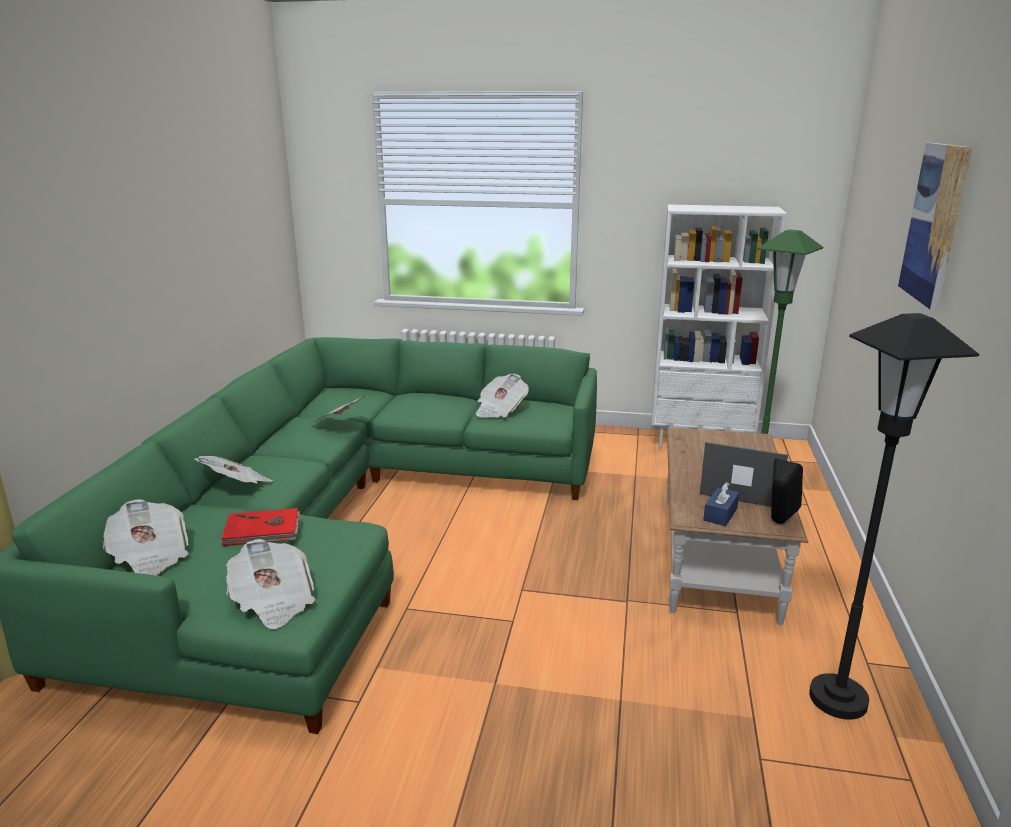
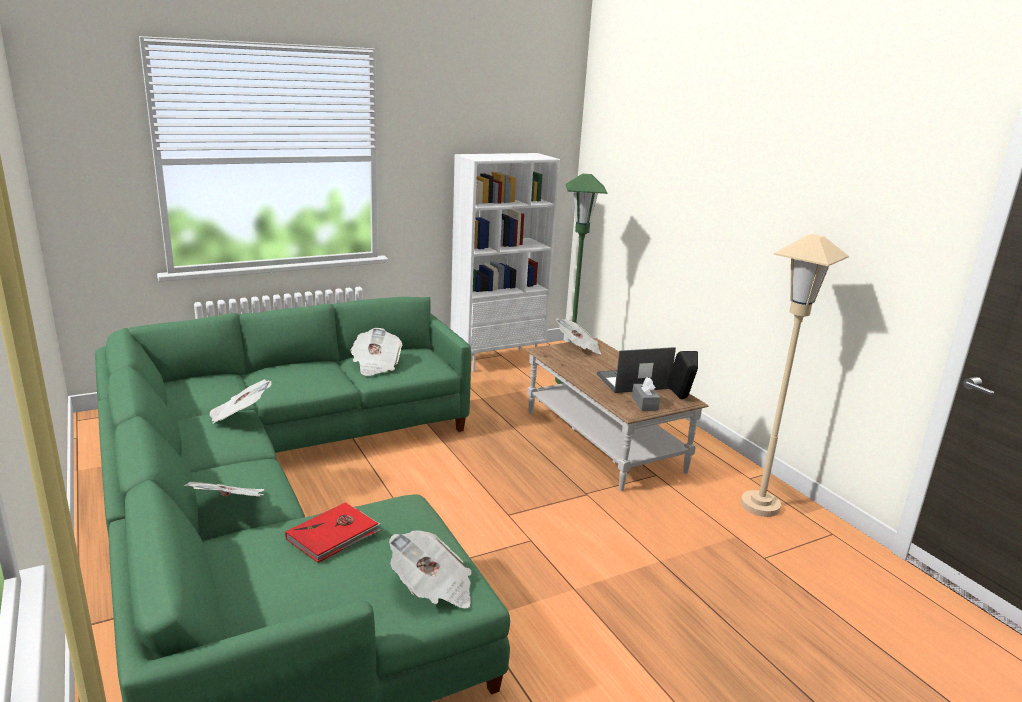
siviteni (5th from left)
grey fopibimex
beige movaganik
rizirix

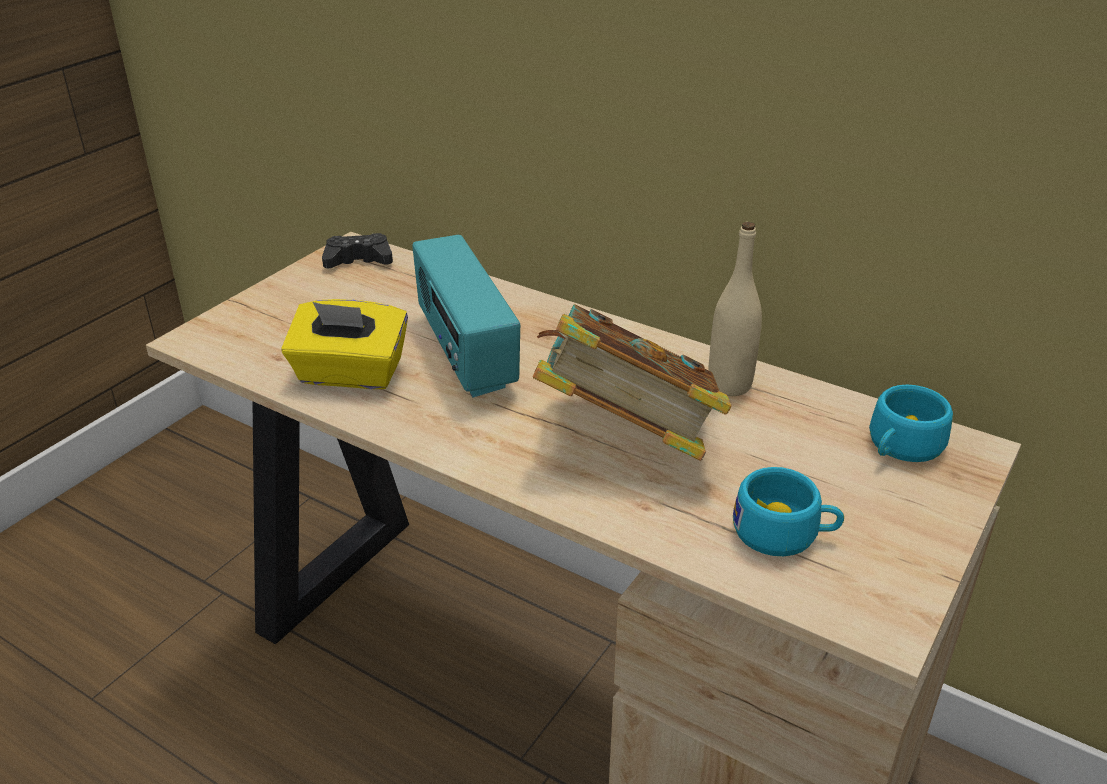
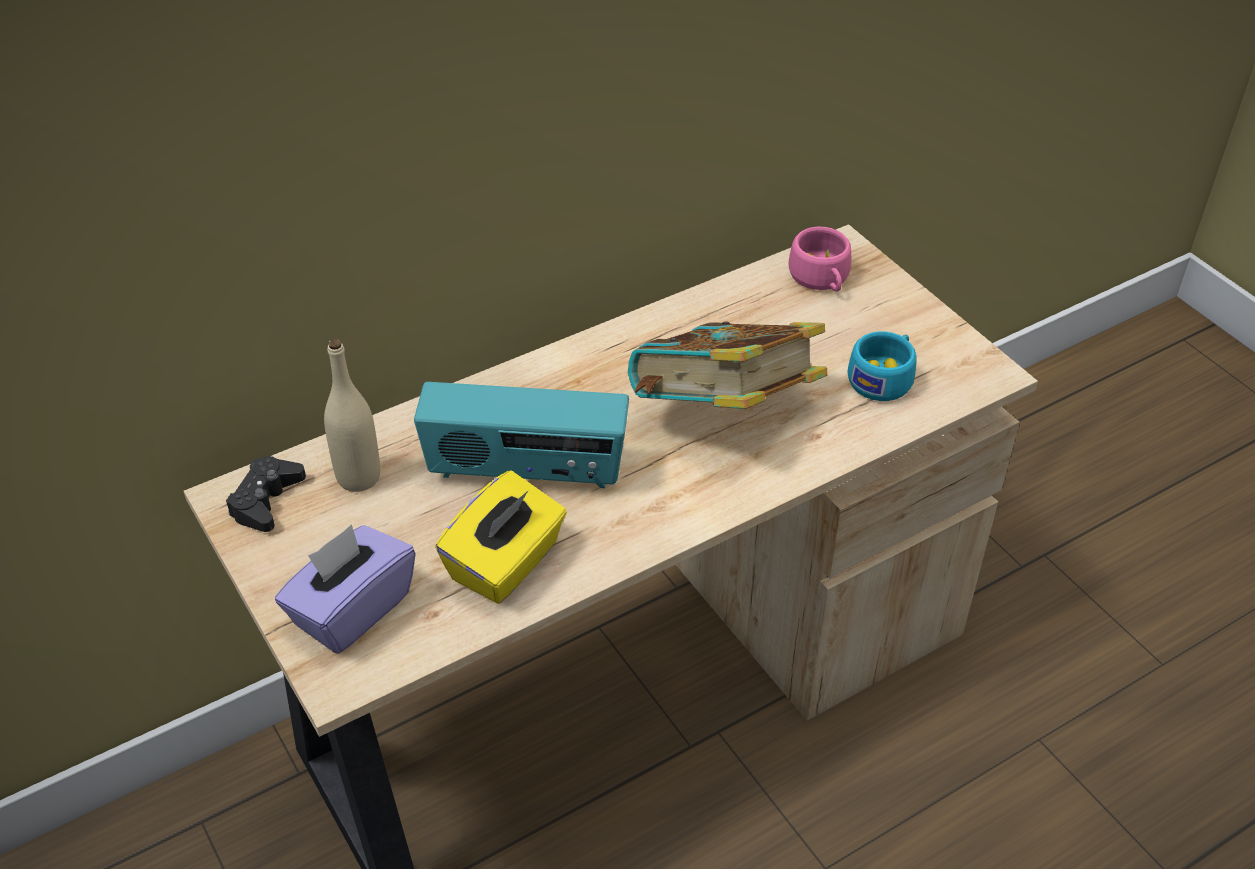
purple fopibimex
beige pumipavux
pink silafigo

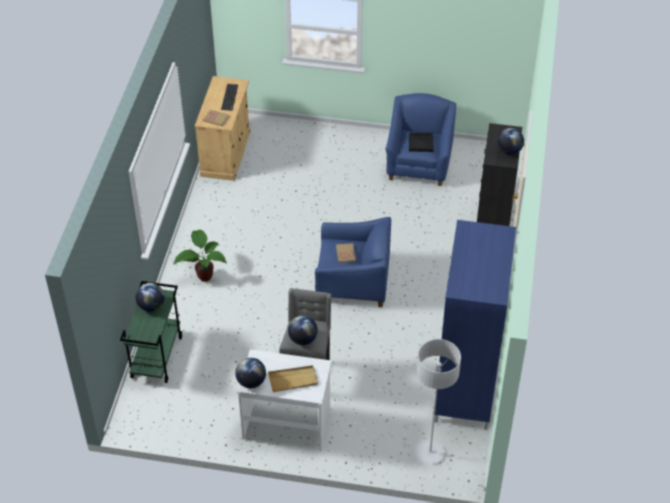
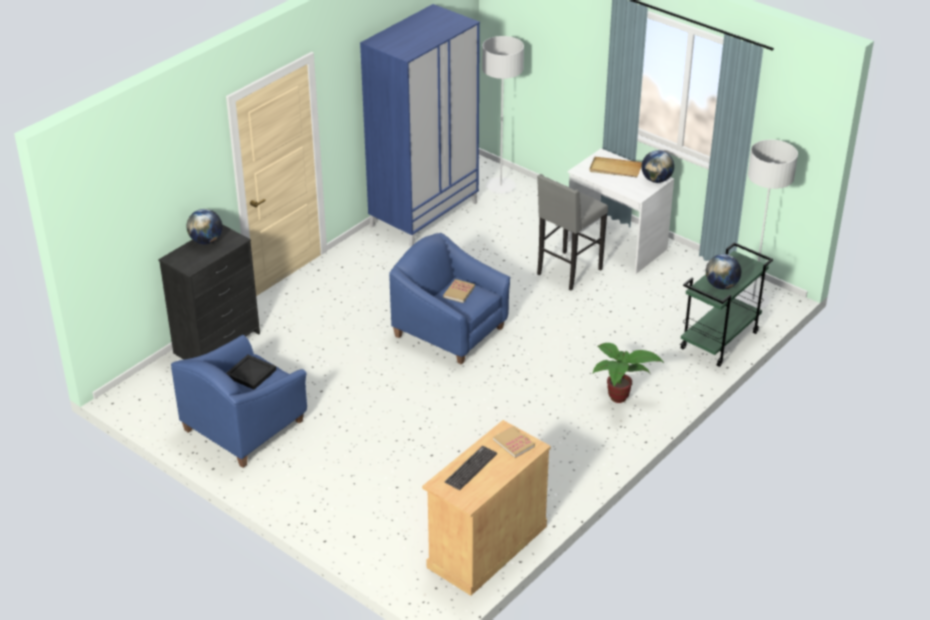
grey movaganik (2nd from left)
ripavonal (3rd from left in the first image)

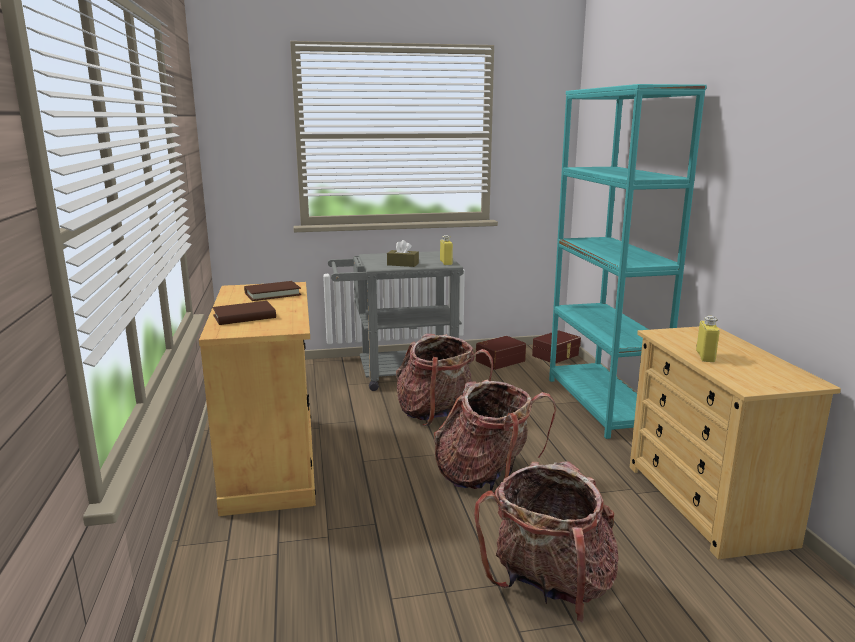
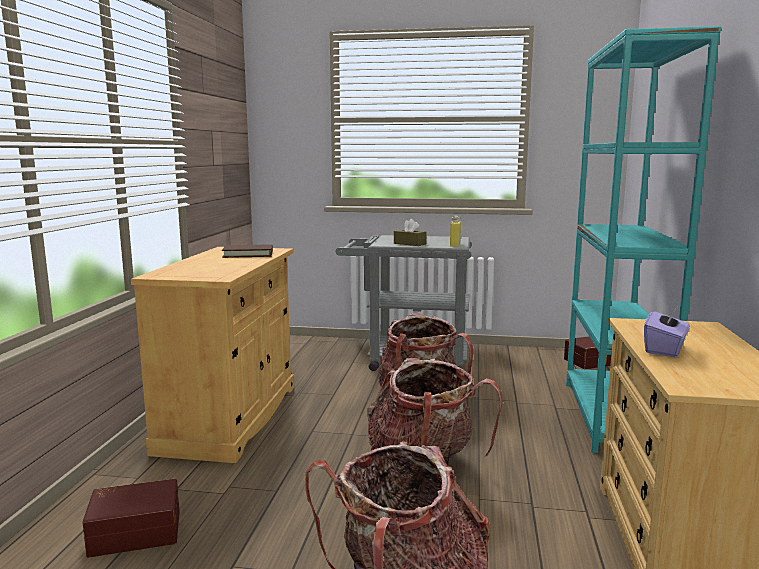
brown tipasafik (1st from left)
purple fopibimex
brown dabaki (1st from left in the first image)

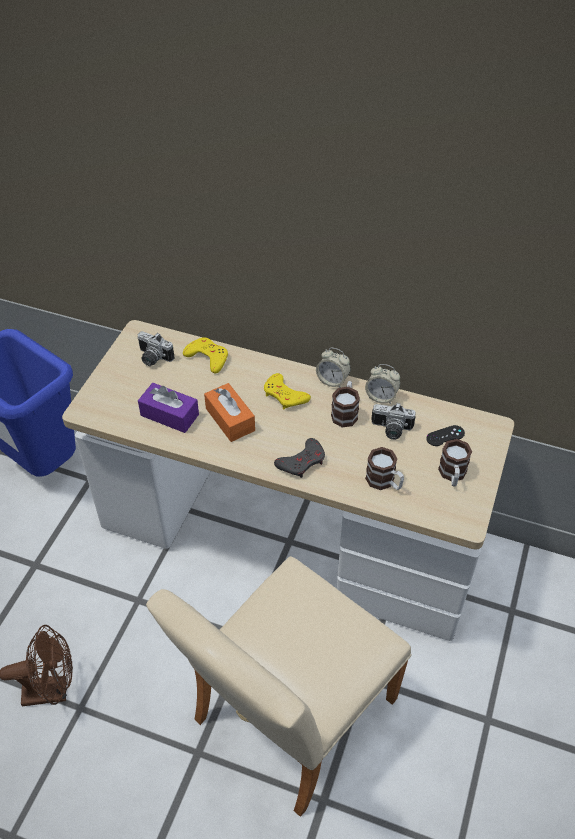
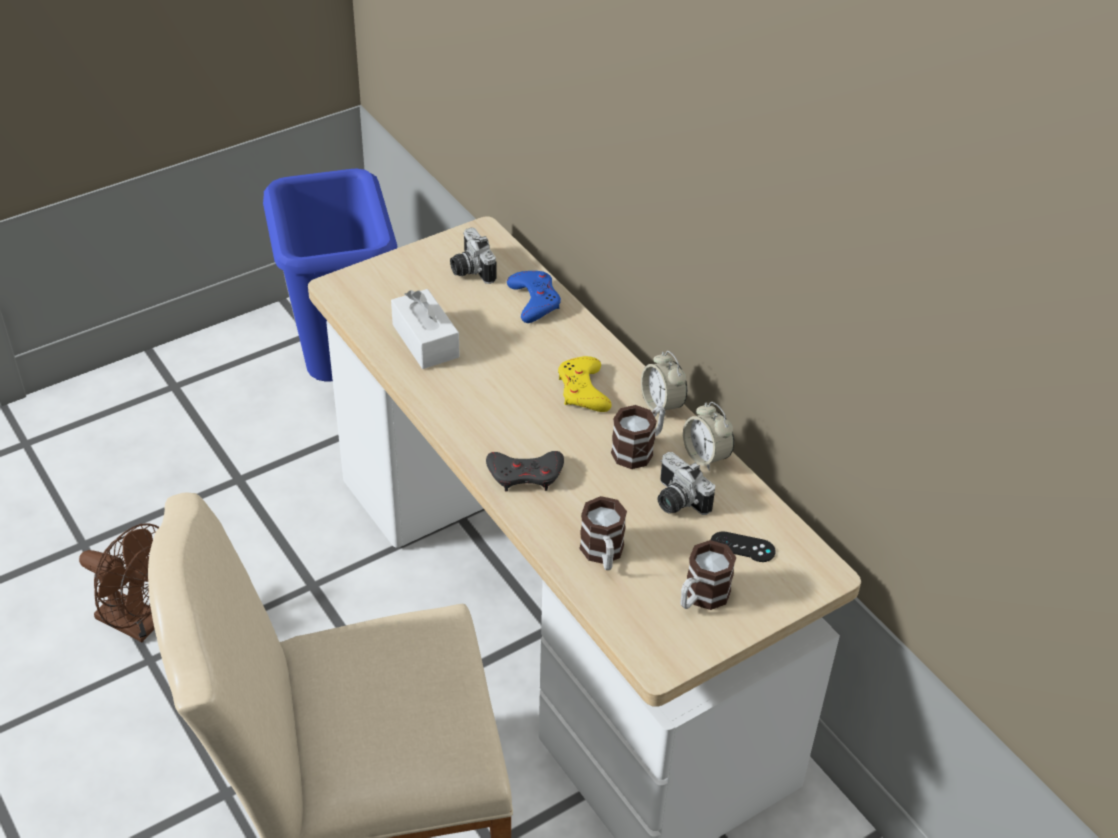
white fopibimex
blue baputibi
orange fopibimex

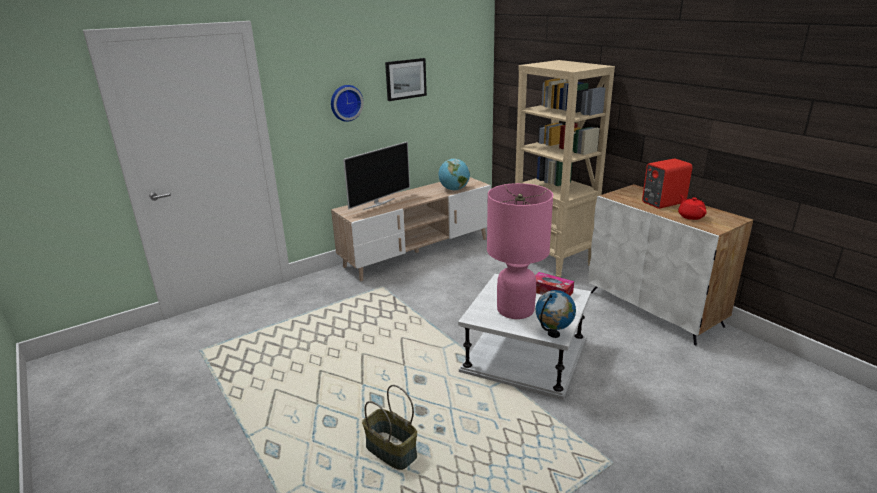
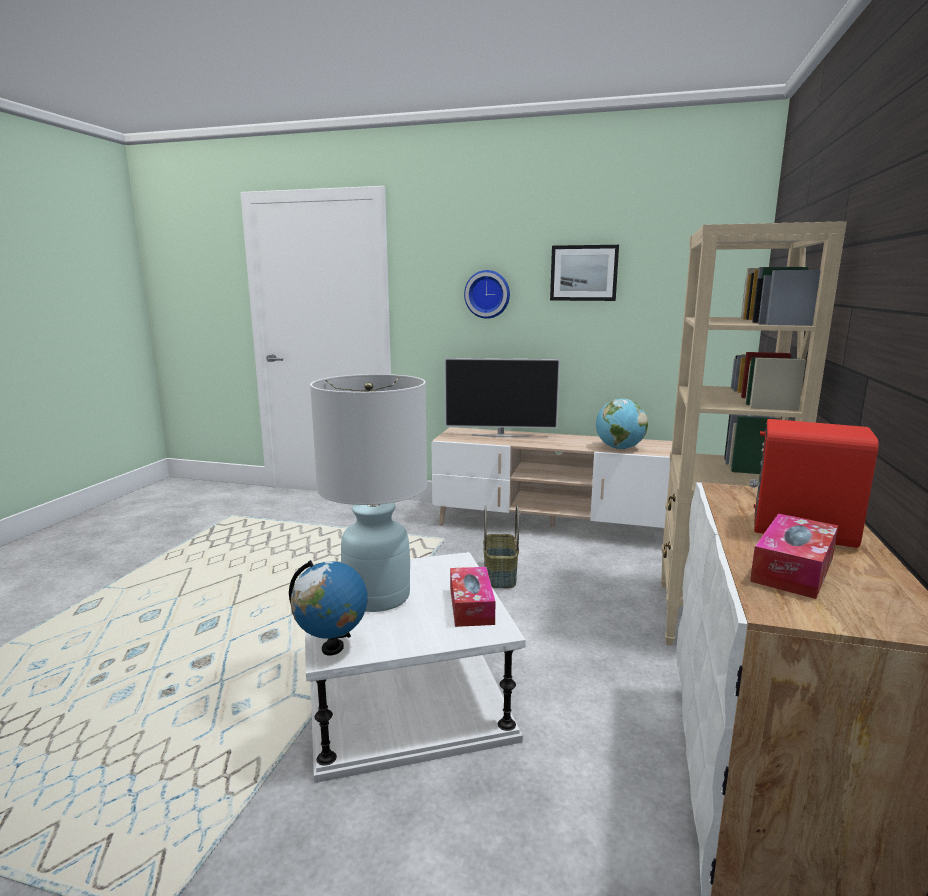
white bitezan
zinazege
fopibimex (2nd from left)

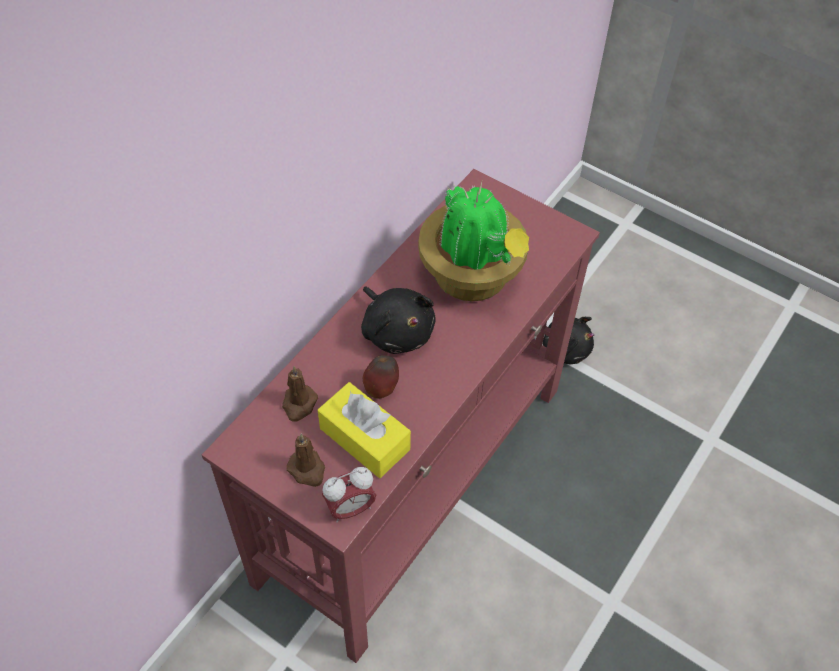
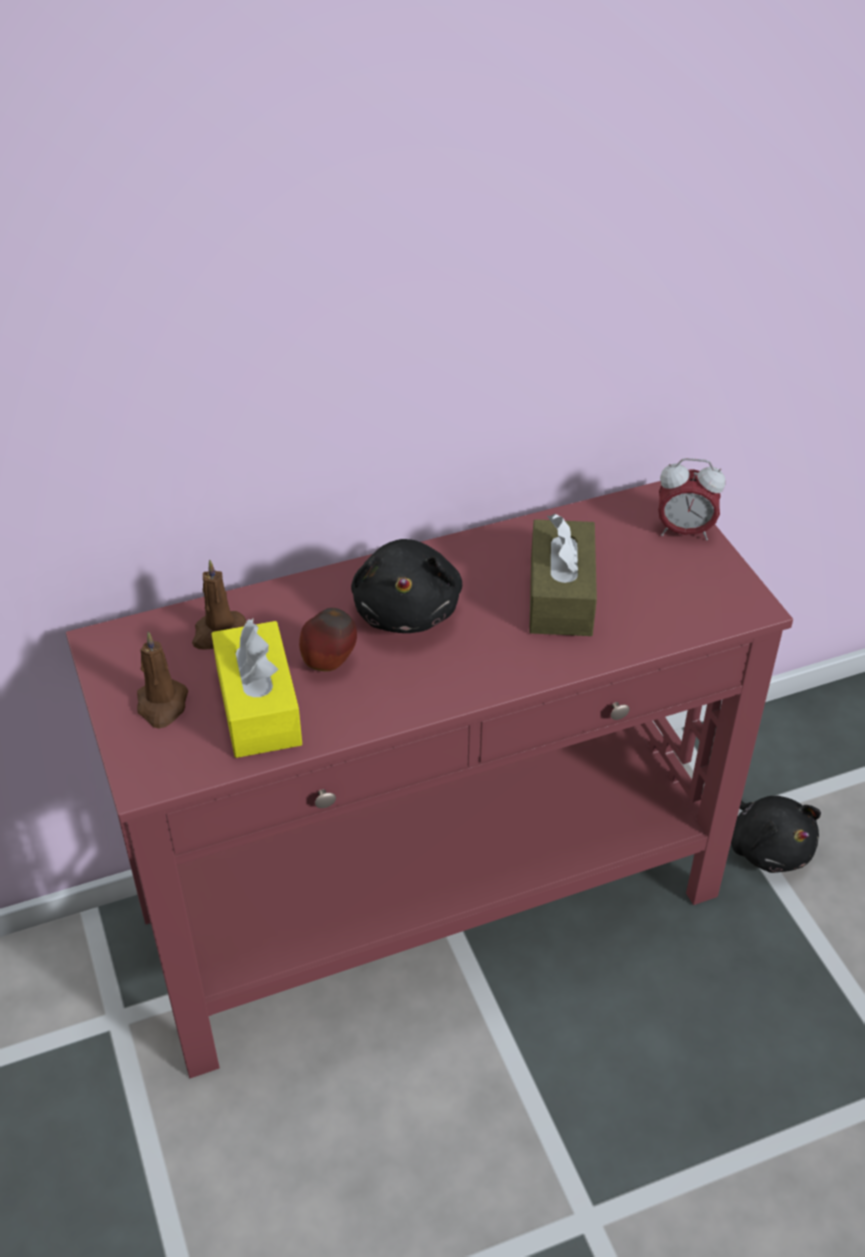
brown fopibimex
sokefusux

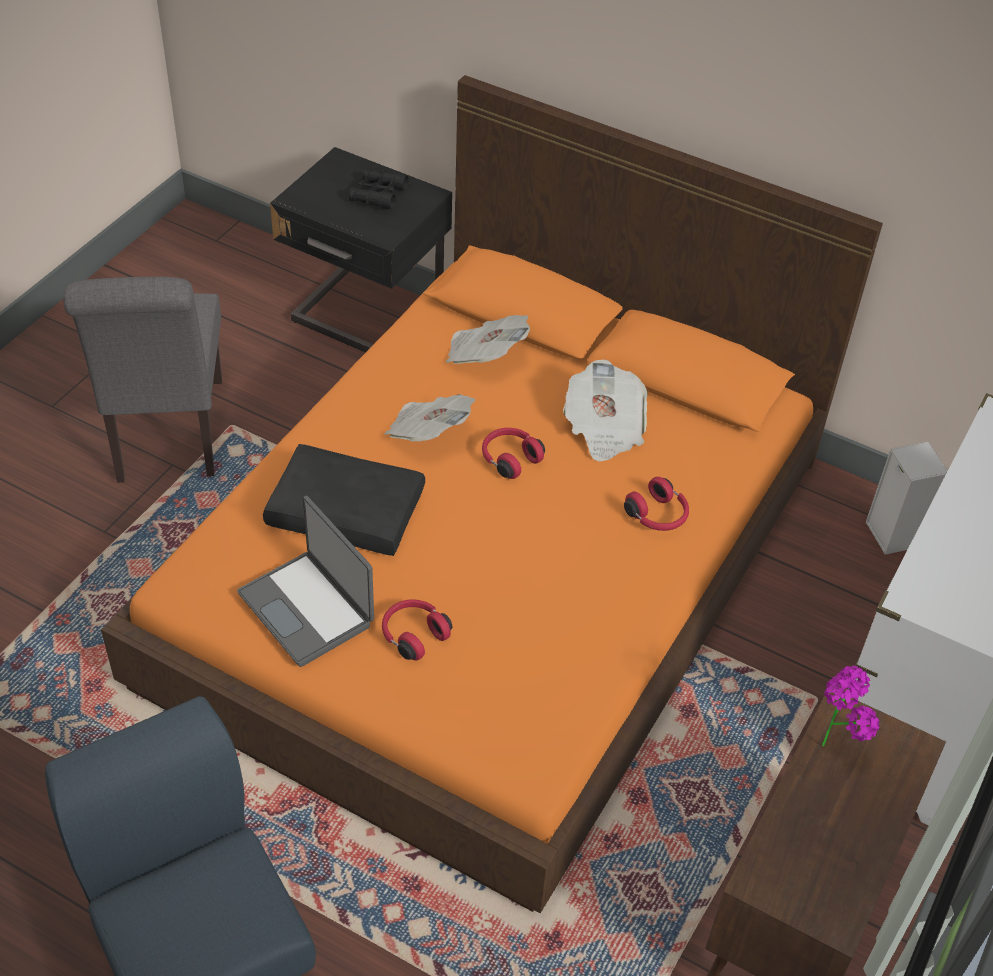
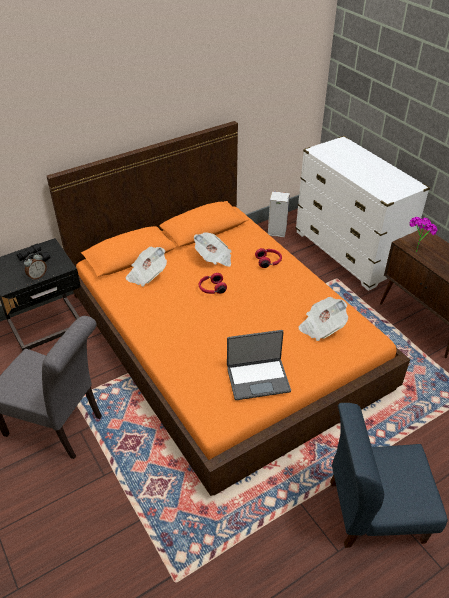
sokefusux
siviteni (3rd from left)
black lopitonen
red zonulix (1st from left in the first image)

